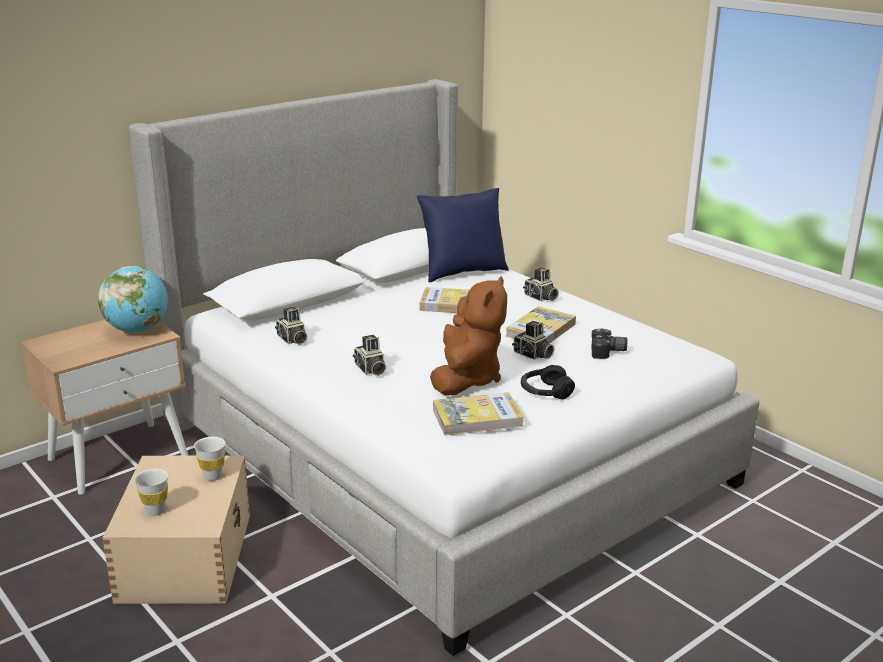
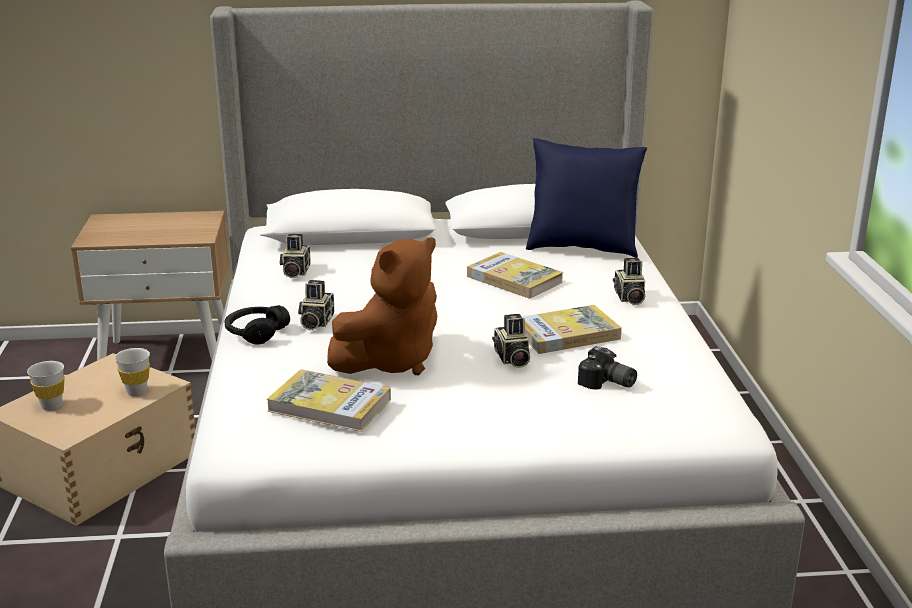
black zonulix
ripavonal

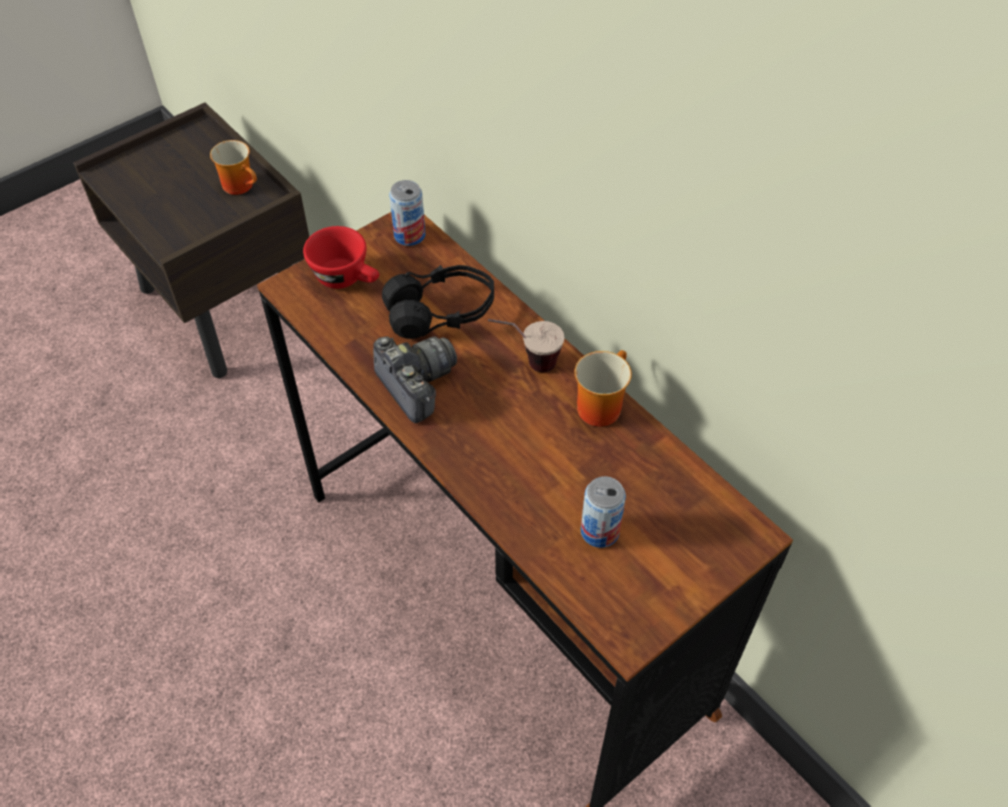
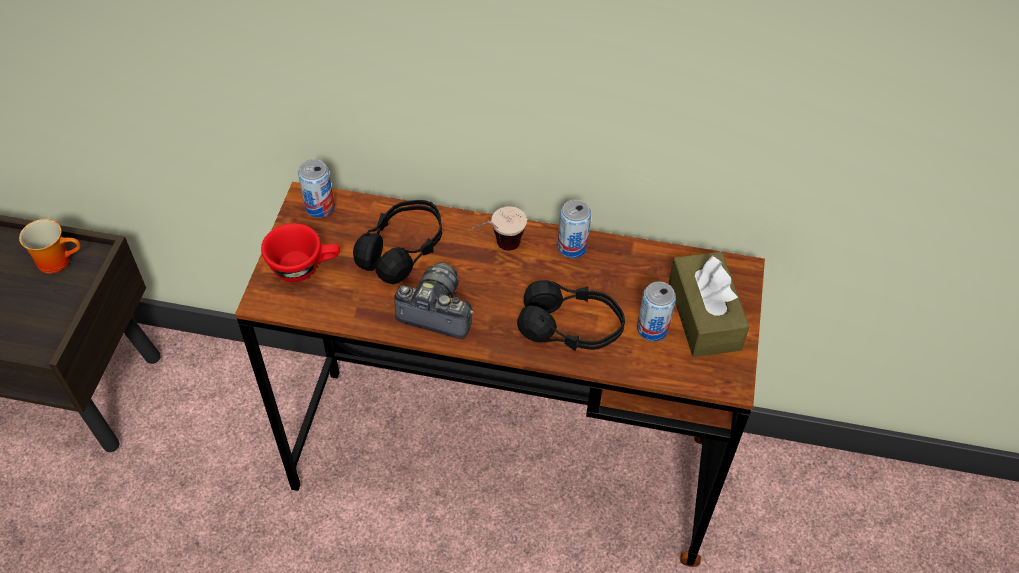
black zonulix (2nd from left)
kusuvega (2nd from left)
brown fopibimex

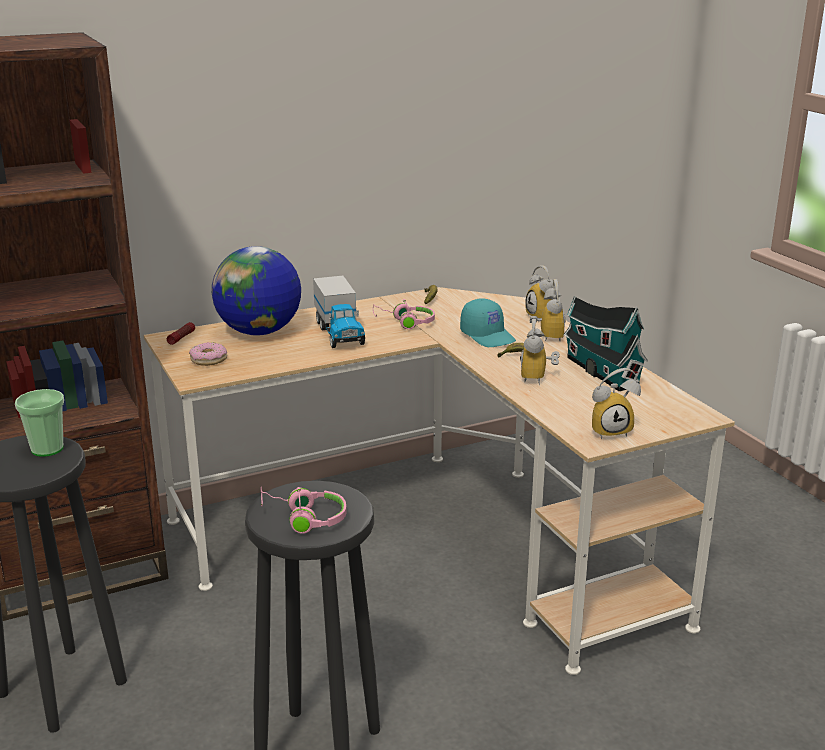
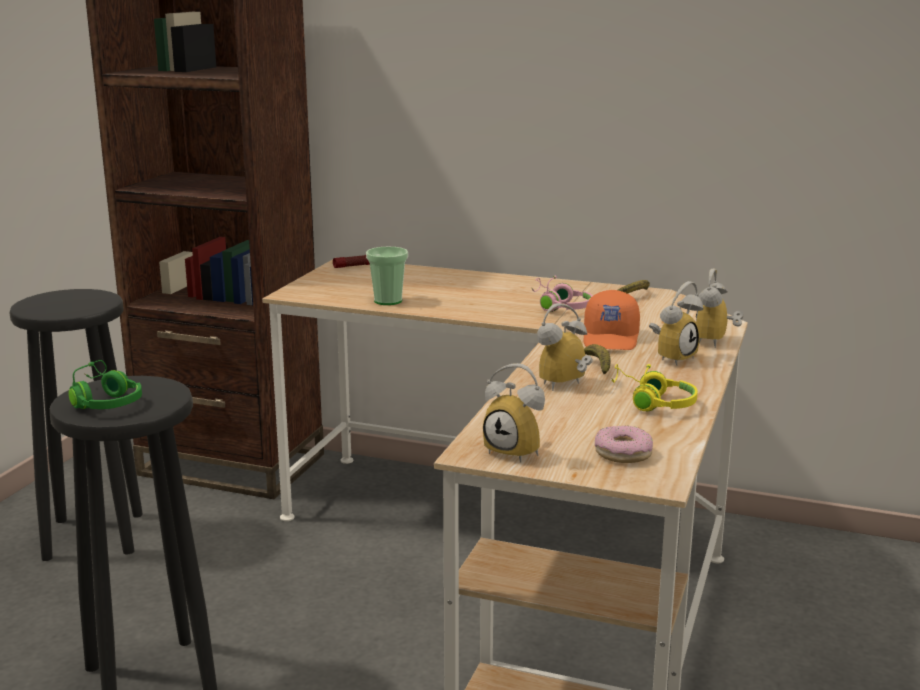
green zonulix
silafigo
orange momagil
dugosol
yellow zonulix
ripavonal
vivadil

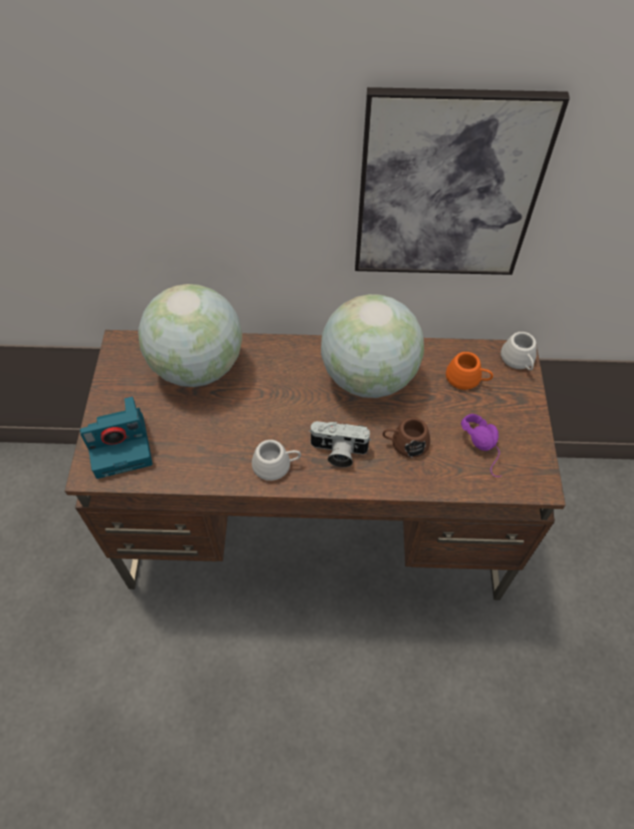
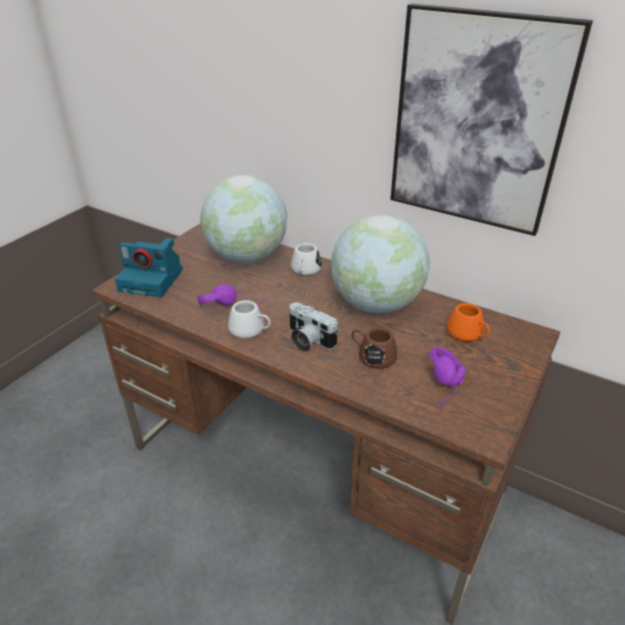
purple zonulix (1st from left)
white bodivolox (2nd from left)

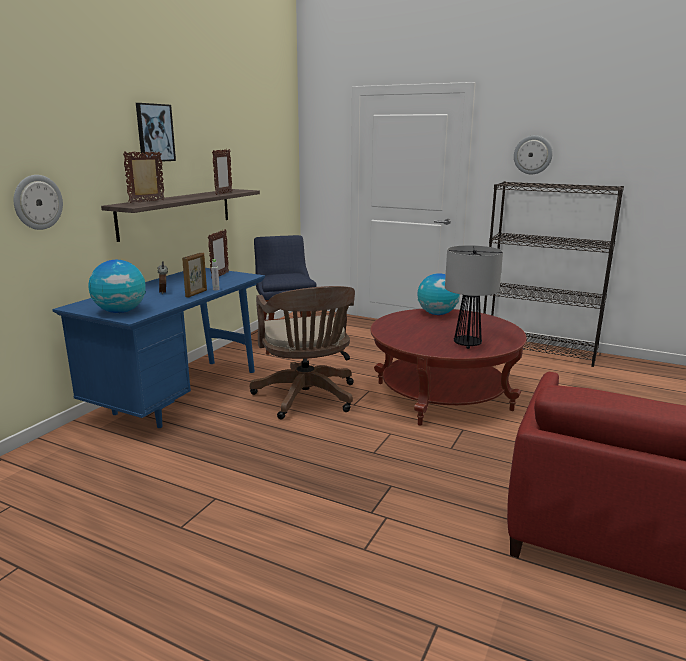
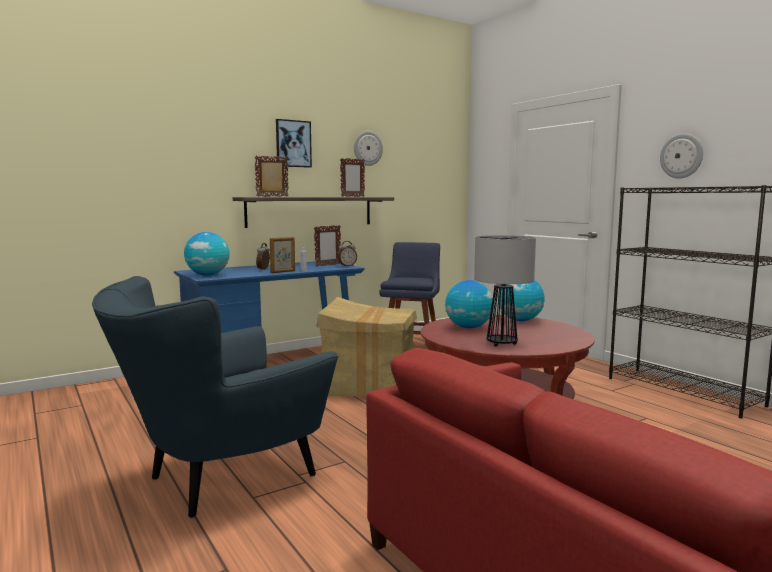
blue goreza
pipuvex
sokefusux (2nd from left)
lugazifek (1st from left)
ripavonal (2nd from left)

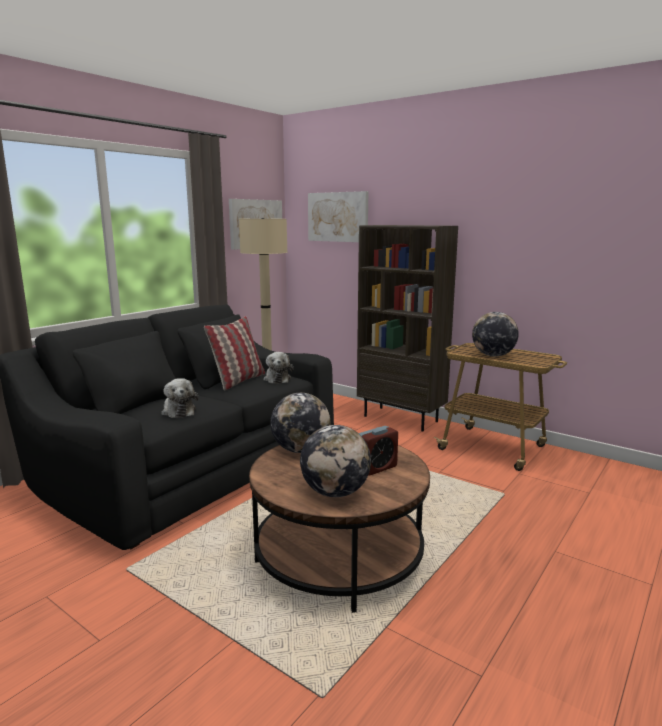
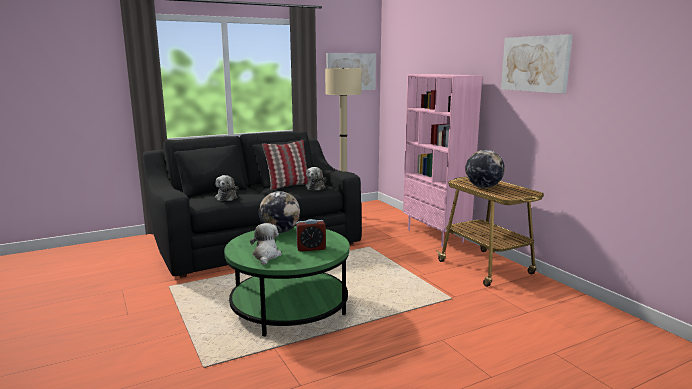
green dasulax
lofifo (2nd from left)
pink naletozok
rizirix (2nd from left)

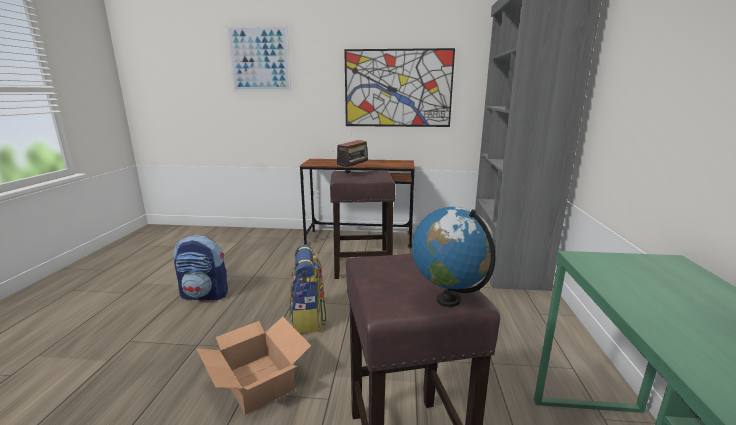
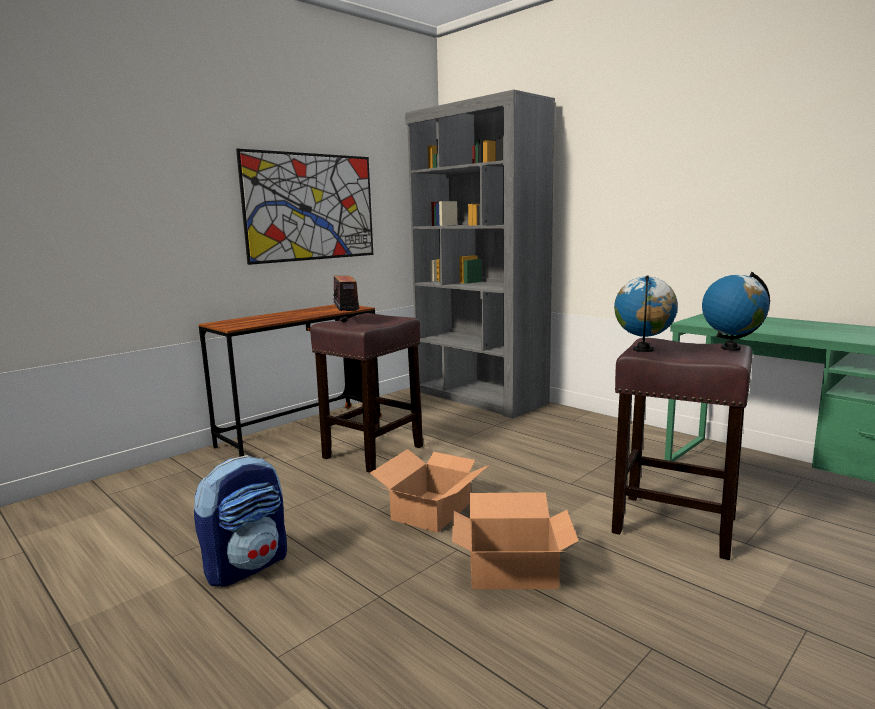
pipuvex (1st from left)
ripavonal (1st from left)
rizirix (1st from left in the first image)

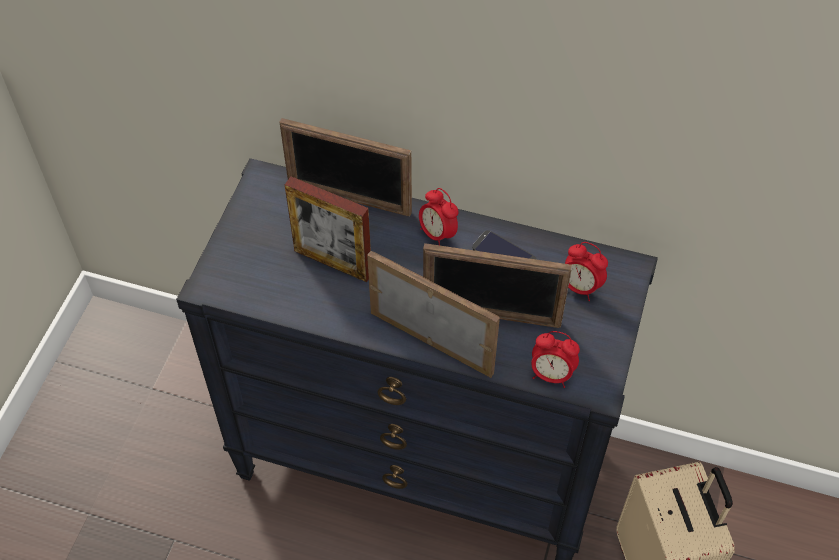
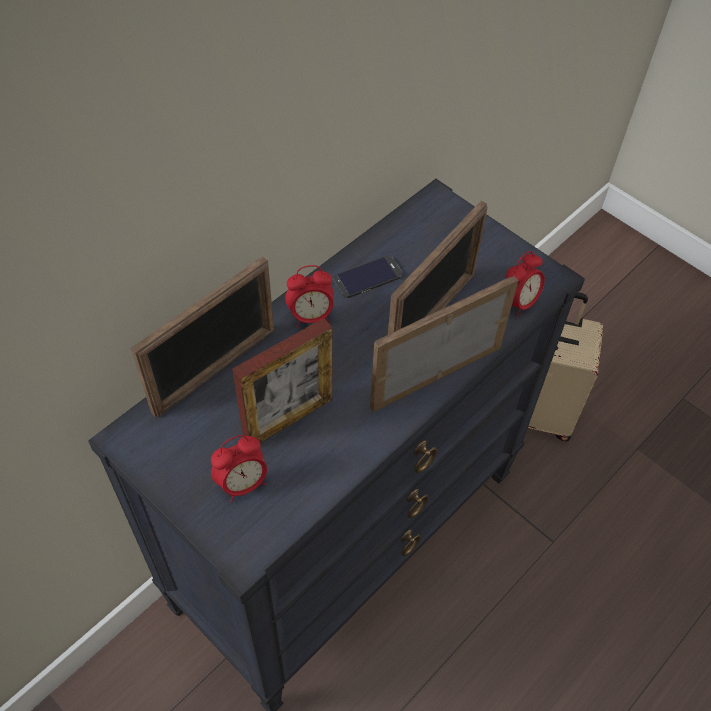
sokefusux (1st from left)

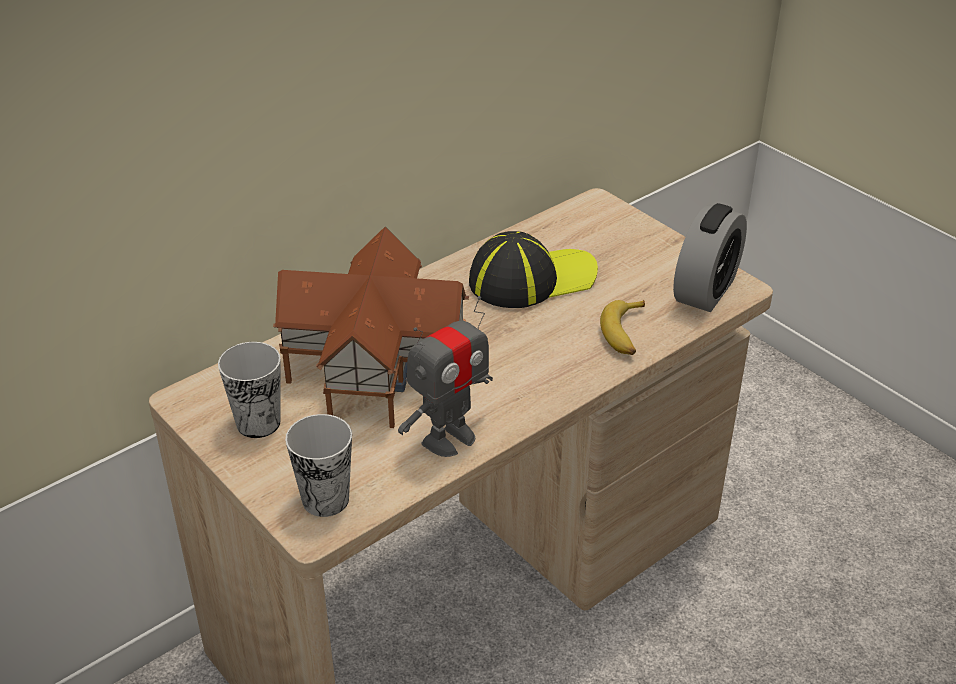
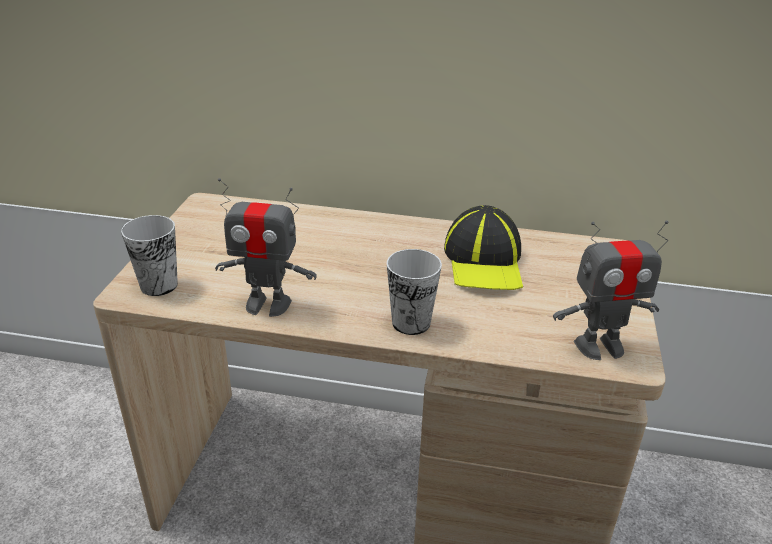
silafigo (2nd from left)
momagil
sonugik (2nd from left)
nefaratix
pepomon

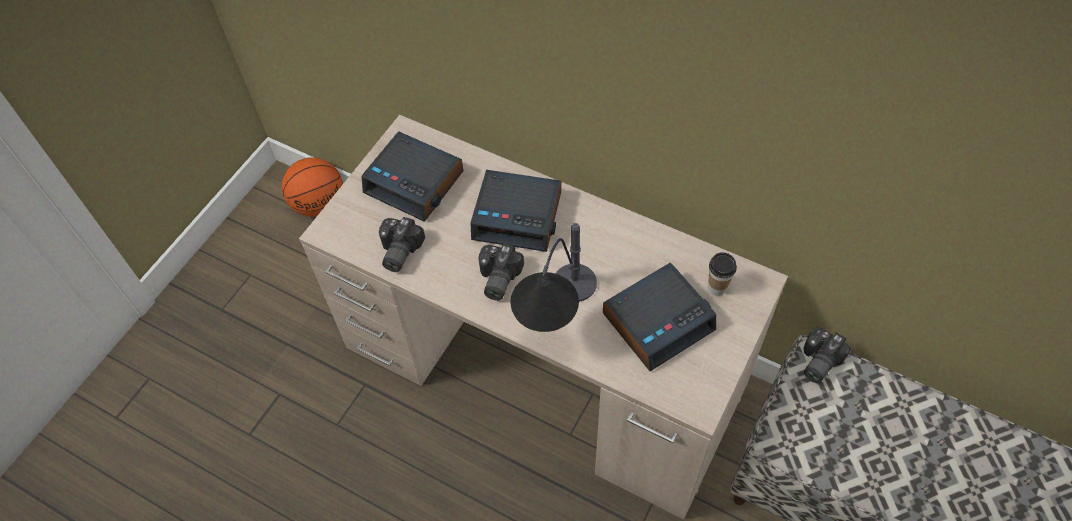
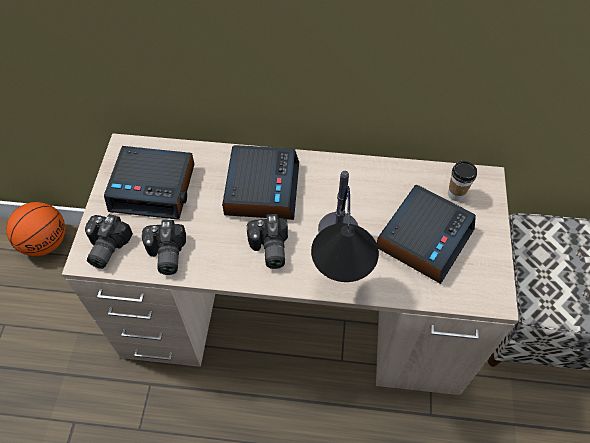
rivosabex (1st from left)
sokefusux (2nd from left)

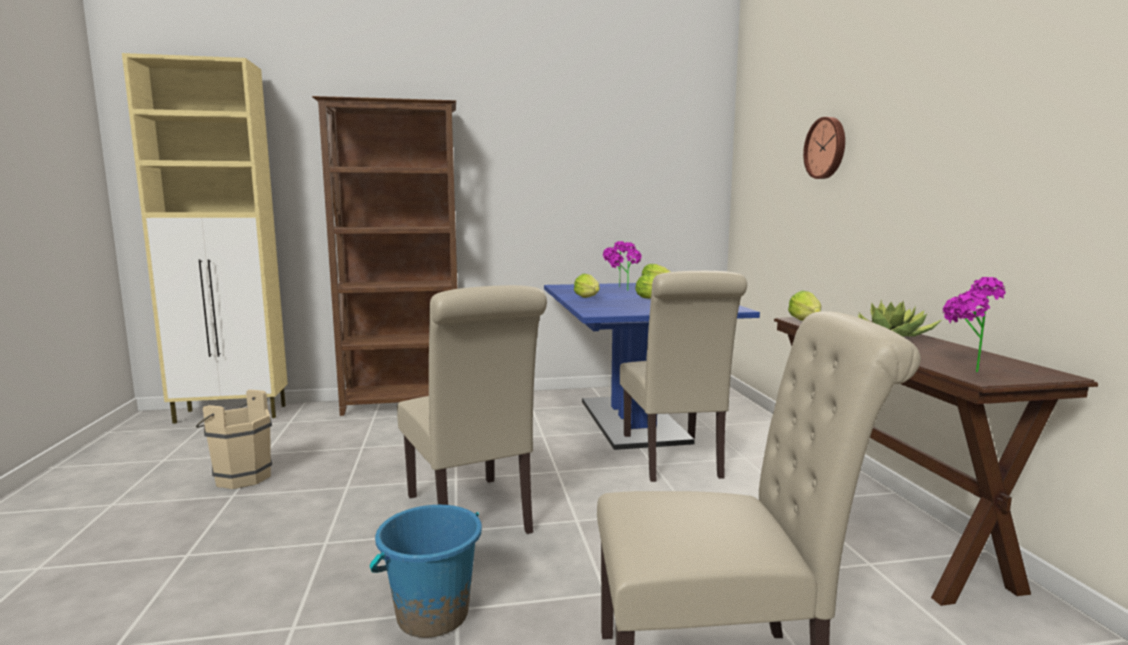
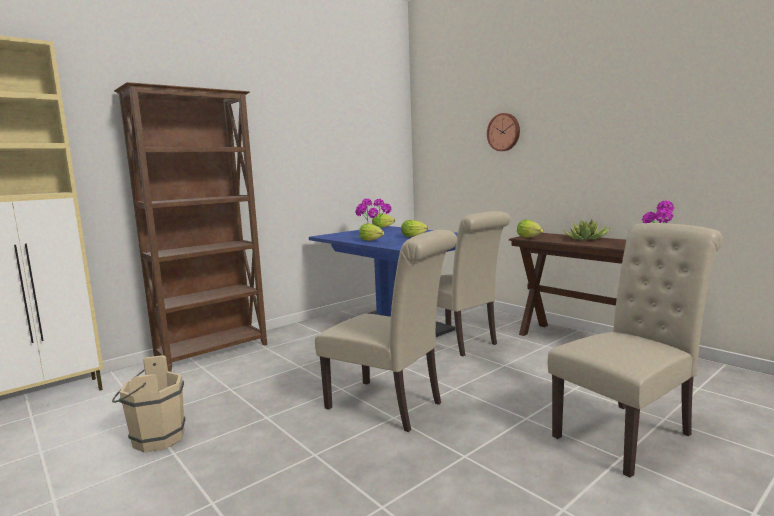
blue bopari

